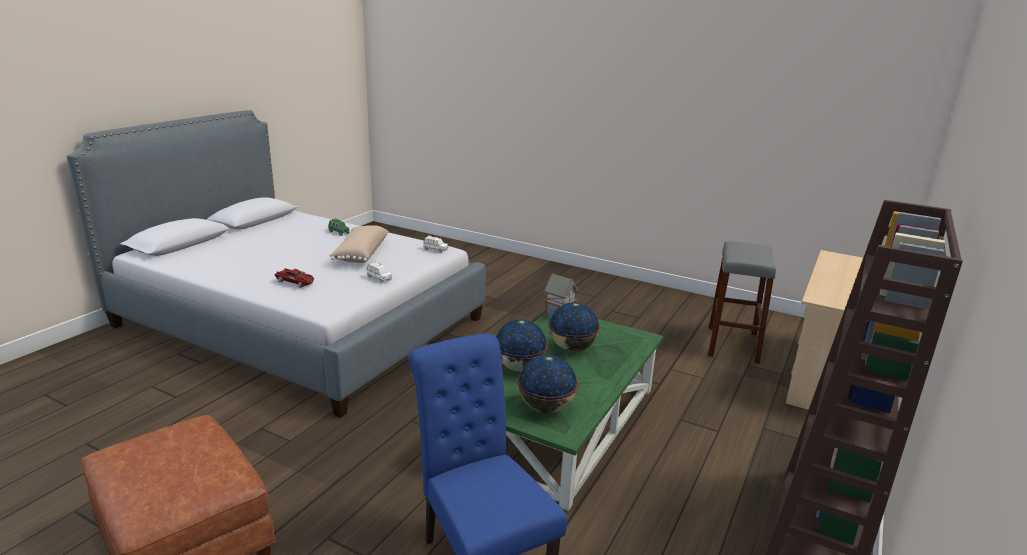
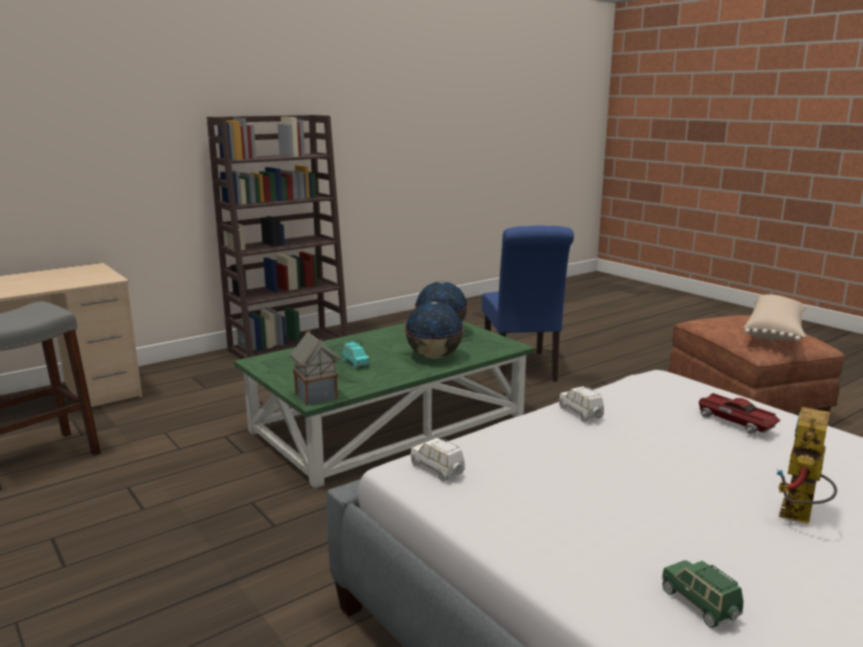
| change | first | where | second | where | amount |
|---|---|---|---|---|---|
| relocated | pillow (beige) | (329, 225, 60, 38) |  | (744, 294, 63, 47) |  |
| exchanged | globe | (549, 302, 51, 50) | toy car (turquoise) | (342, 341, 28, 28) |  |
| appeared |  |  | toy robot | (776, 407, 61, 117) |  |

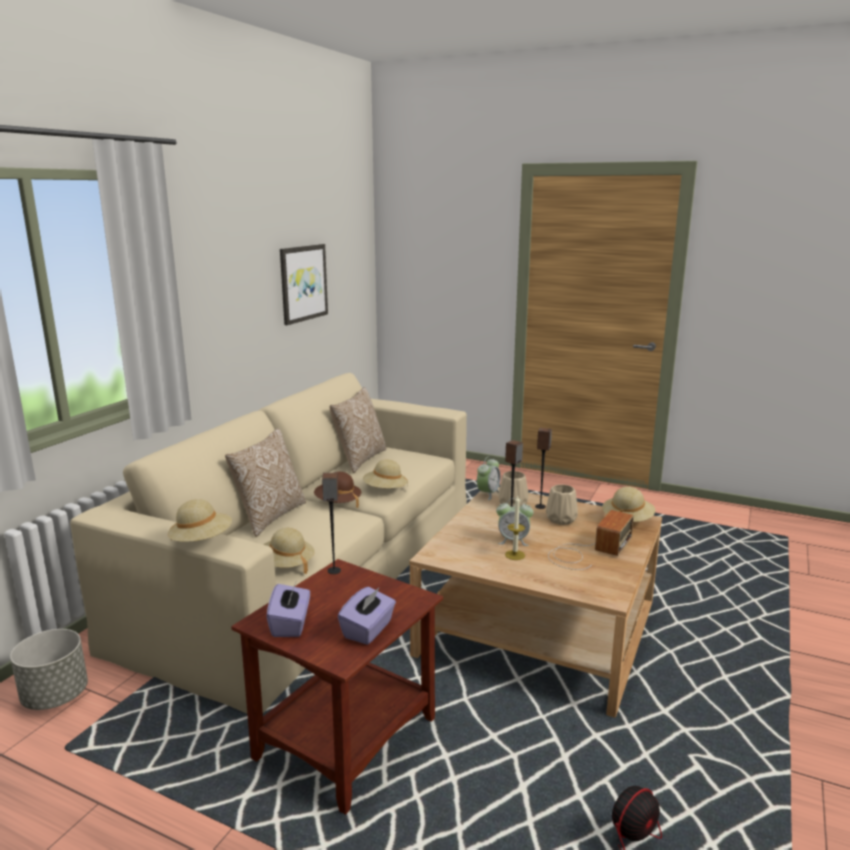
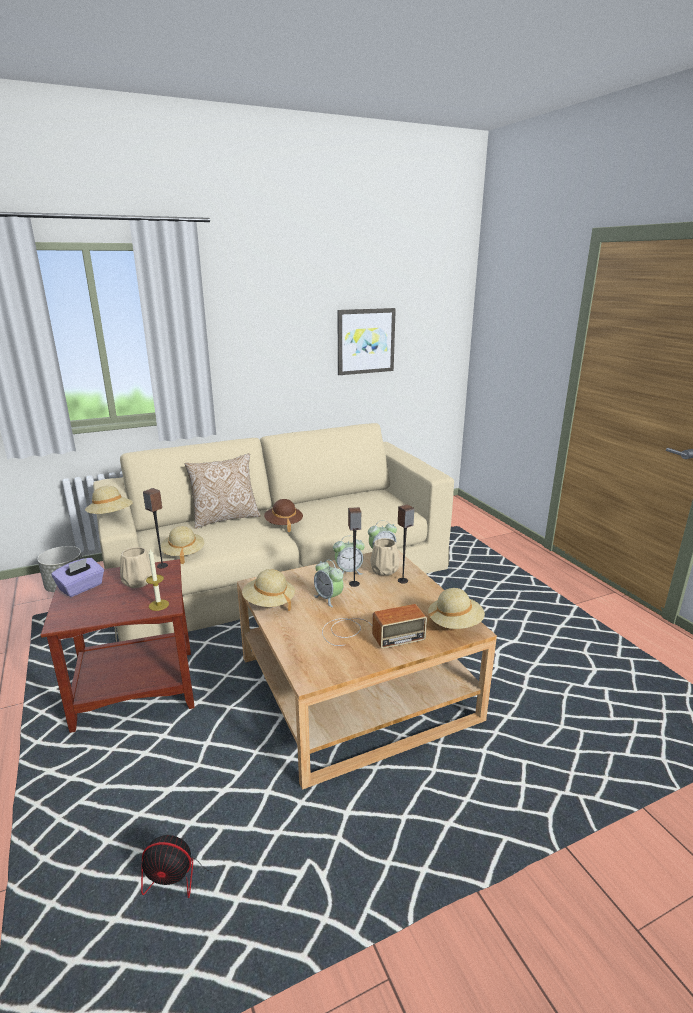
| change | first | where | second | where | amount |
|---|---|---|---|---|---|
| missing | pillow | (329, 387, 57, 86) |  |  |  |
| missing | tissue box (purple) | (338, 587, 58, 58) |  |  |  |
| relocated | hat (beige) | (363, 459, 45, 29) |  | (242, 569, 53, 42) |  |
| relocated | candle | (505, 496, 20, 64) |  | (146, 549, 23, 62) |  |
| relocated | vase (beige) | (546, 484, 32, 41) |  | (120, 547, 32, 41) |  |
| appeared |  |  | alarm clock | (333, 536, 32, 39) |  |

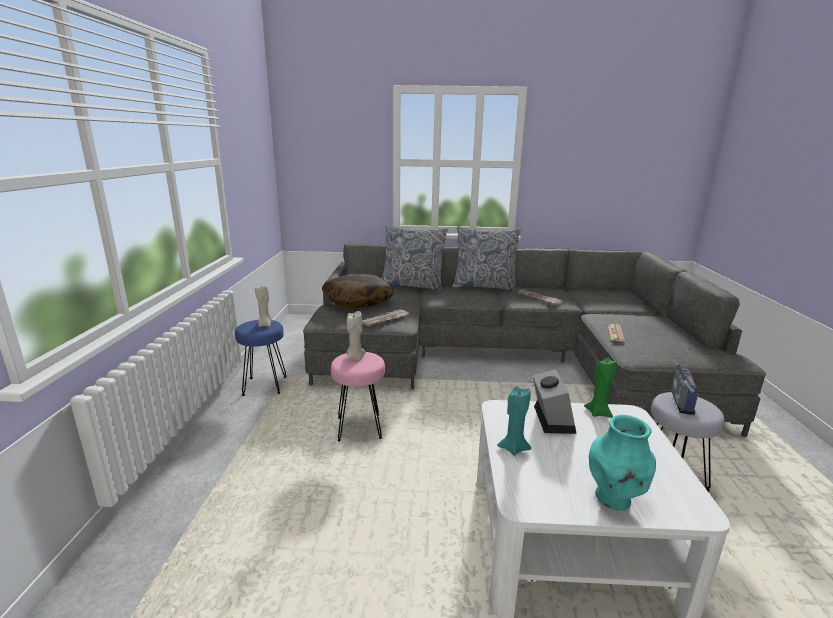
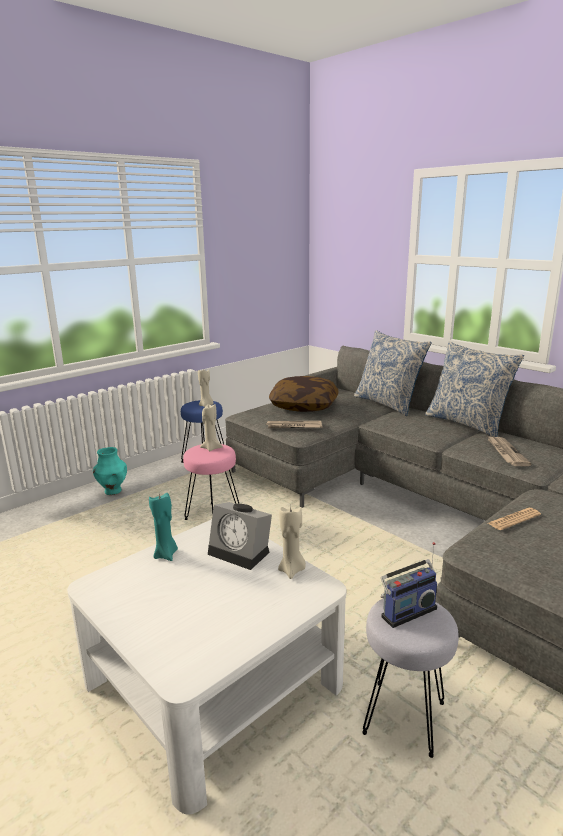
| change | first | where | second | where | amount |
|---|---|---|---|---|---|
| spun | alarm clock | (532, 369, 45, 65) |  | (208, 502, 64, 68) | 75 degrees clockwise |
| colour | candle (green) | (584, 358, 33, 59) | candle (beige) | (278, 506, 28, 73) |  |
| relocated | vase (turquoise) | (589, 415, 67, 96) |  | (93, 447, 34, 48) |  |

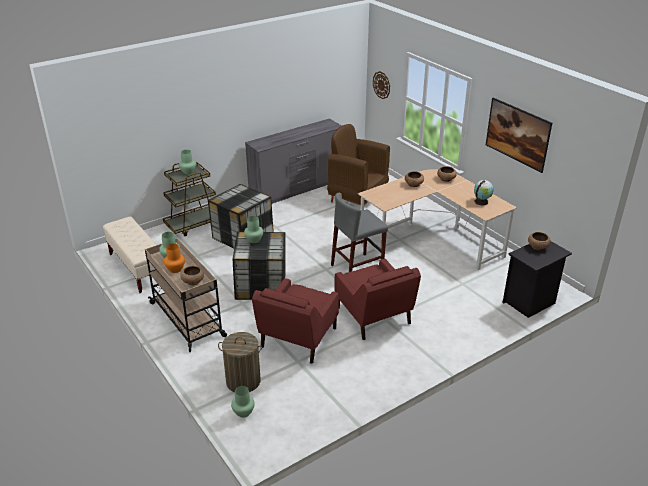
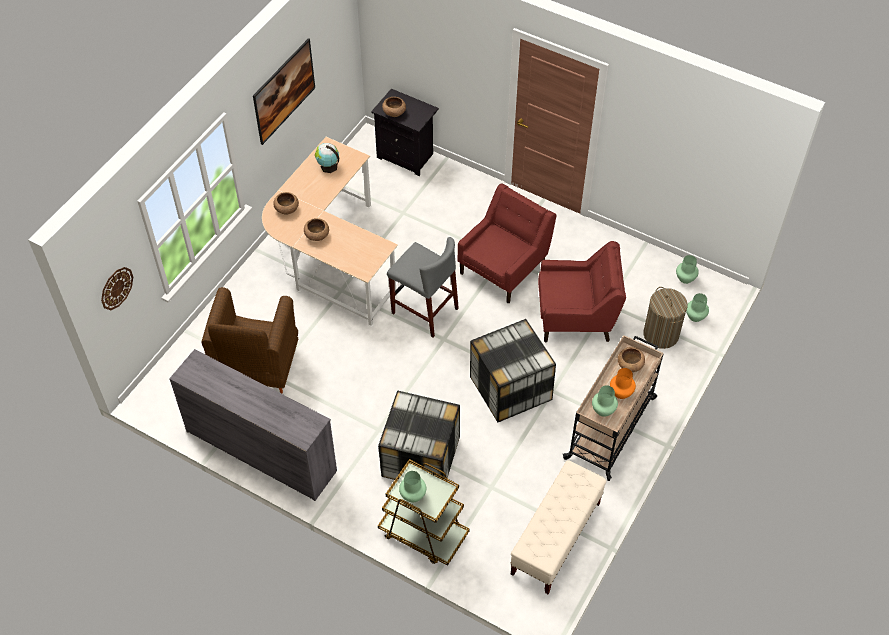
| change | first | where | second | where | amount |
|---|---|---|---|---|---|
| relocated | vase (green) | (244, 216, 19, 27) |  | (676, 255, 23, 29) |  |

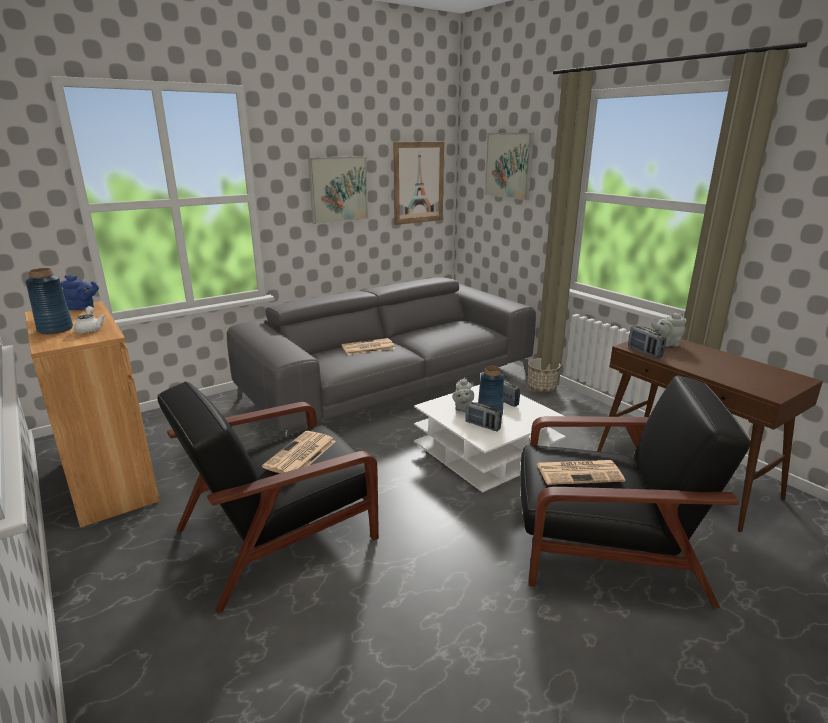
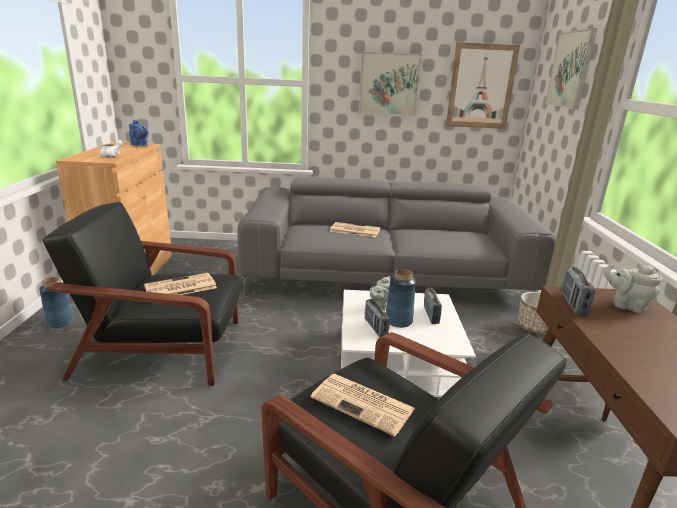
| change | first | where | second | where | amount |
|---|---|---|---|---|---|
| relocated | vase (blue) | (25, 268, 48, 66) |  | (39, 277, 35, 51) |  |

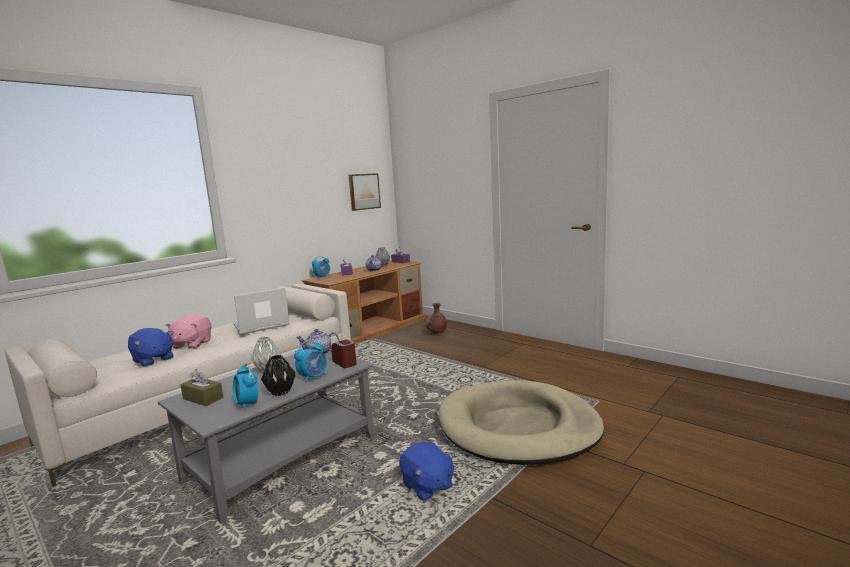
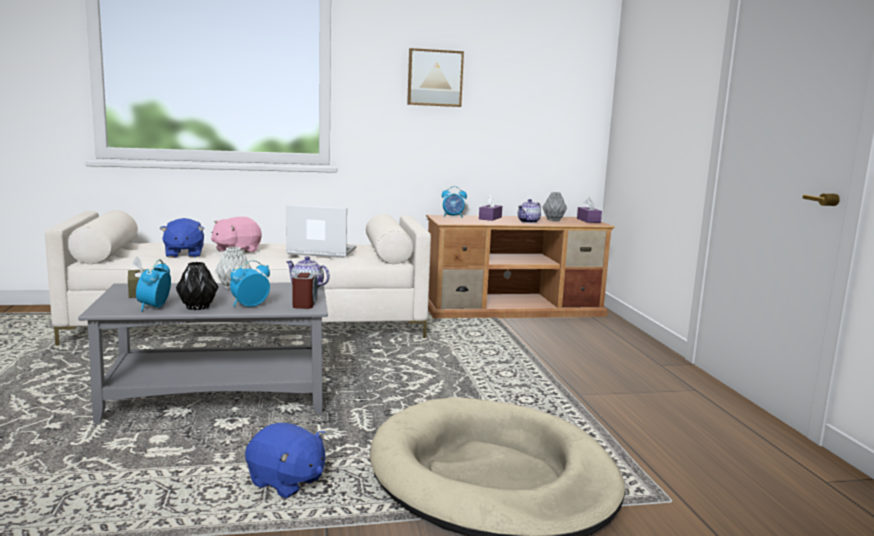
| change | first | where | second | where | amount |
|---|---|---|---|---|---|
| spun | alarm clock | (294, 341, 33, 42) |  | (230, 260, 40, 47) | 150 degrees clockwise |
| relocated | picture | (349, 173, 32, 38) |  | (407, 48, 57, 59) |  |
| spun | plush toy (blue) | (399, 442, 56, 59) |  | (245, 423, 81, 75) | 60 degrees counterclockwise |
| missing | vase (brown) | (426, 303, 21, 31) |  |  |  |

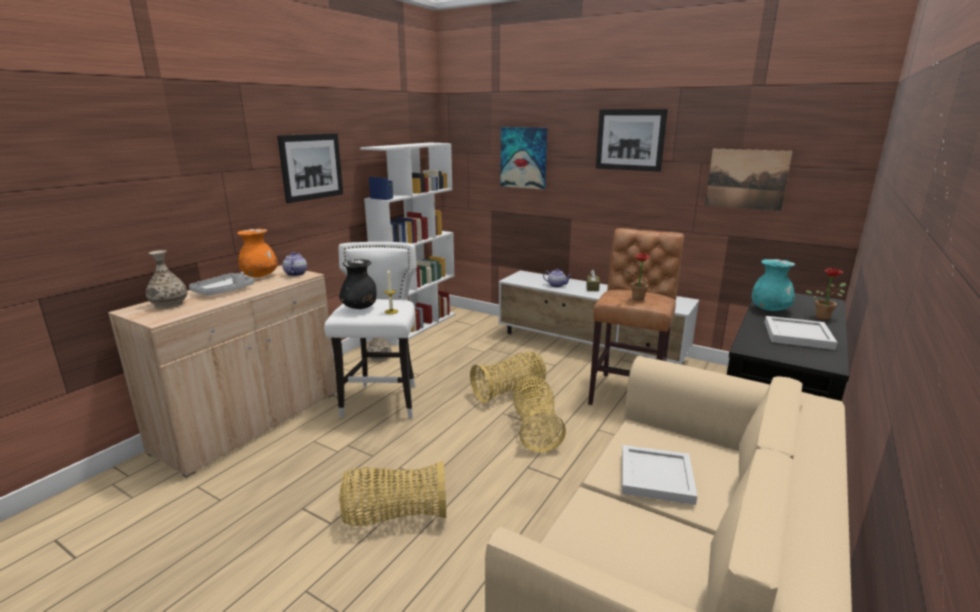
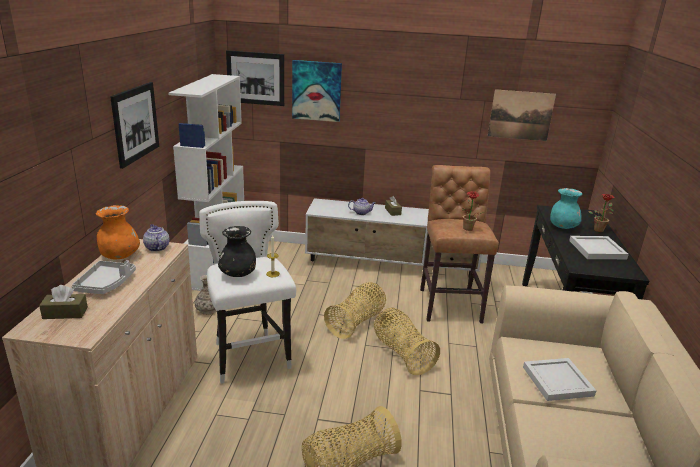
| change | first | where | second | where | amount |
|---|---|---|---|---|---|
| exchanged | vase | (146, 250, 42, 59) | tissue box (brown) | (39, 285, 49, 34) |  |
| relocated | picture | (596, 109, 72, 63) |  | (226, 50, 58, 56) |  |

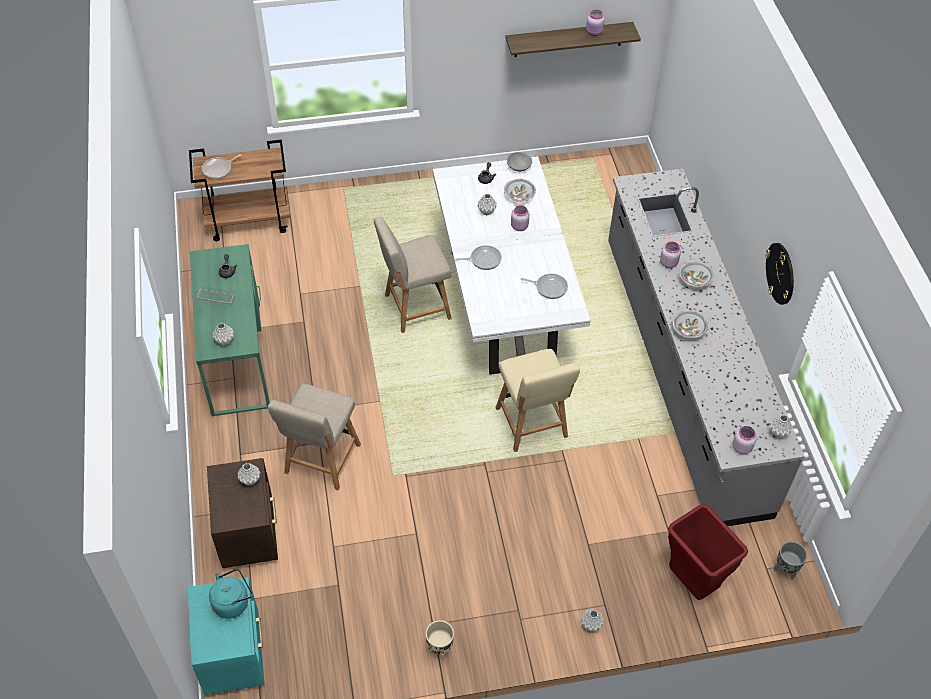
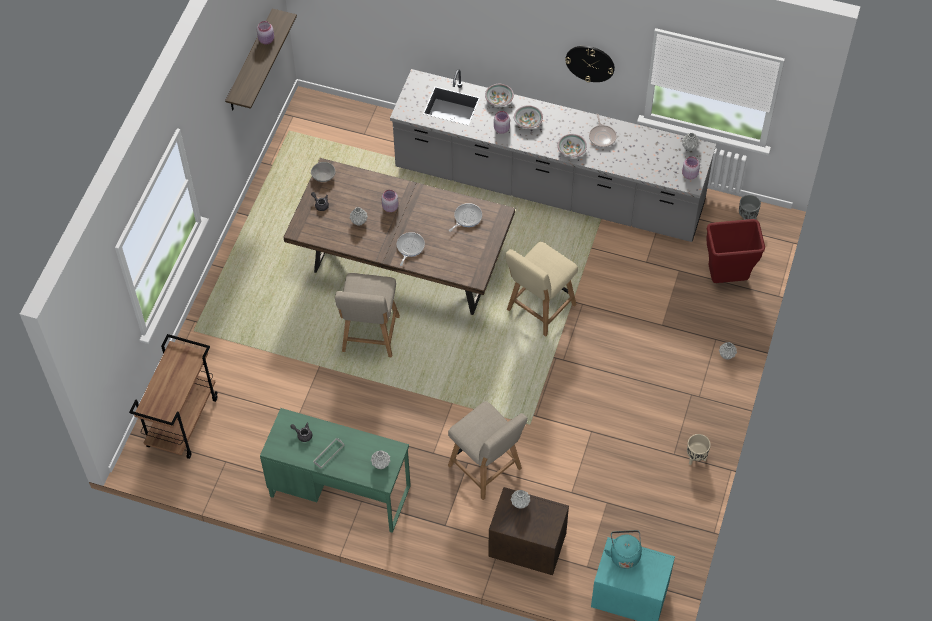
| change | first | where | second | where | amount |
|---|---|---|---|---|---|
| relocated | frying pan | (202, 154, 40, 25) |  | (589, 114, 28, 34) |  |
| colour | dining table (white) | (433, 156, 158, 219) | dining table (brown) | (283, 158, 232, 157) |  |
| spun | chair (beige) | (495, 349, 85, 103) |  | (505, 242, 73, 94) | 120 degrees clockwise |
| relocated | bowl | (504, 179, 32, 23) |  | (485, 84, 29, 22) |  |

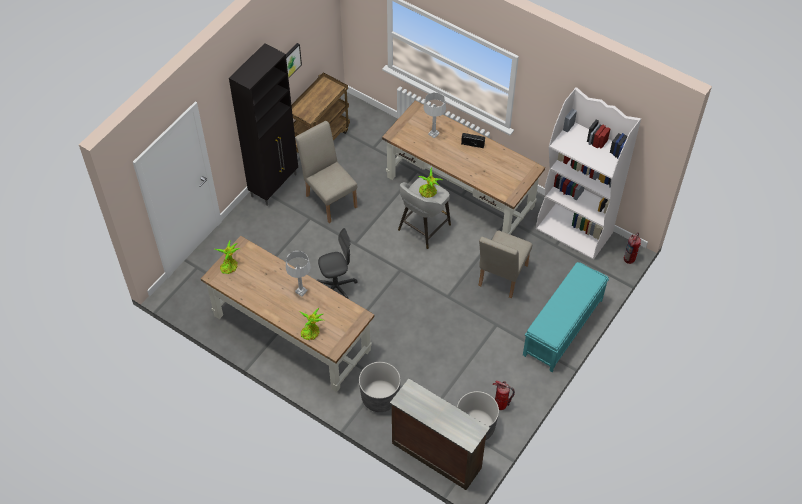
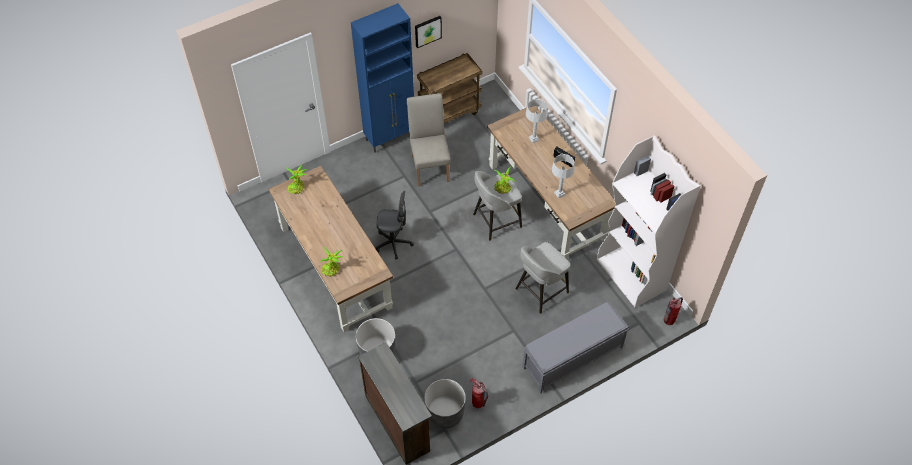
| change | first | where | second | where | amount |
|---|---|---|---|---|---|
| colour | cabinet (black) | (229, 43, 69, 163) | cabinet (blue) | (351, 3, 63, 149) |  |
| relocated | table lamp (grey) | (286, 251, 25, 45) |  | (552, 154, 22, 45) |  |
| exchanged | chair (beige) | (478, 231, 54, 68) | stool (grey) | (515, 242, 55, 72) |  |
| colour | bench (turquoise) | (523, 262, 86, 110) | bench (grey) | (522, 302, 107, 92) |  |

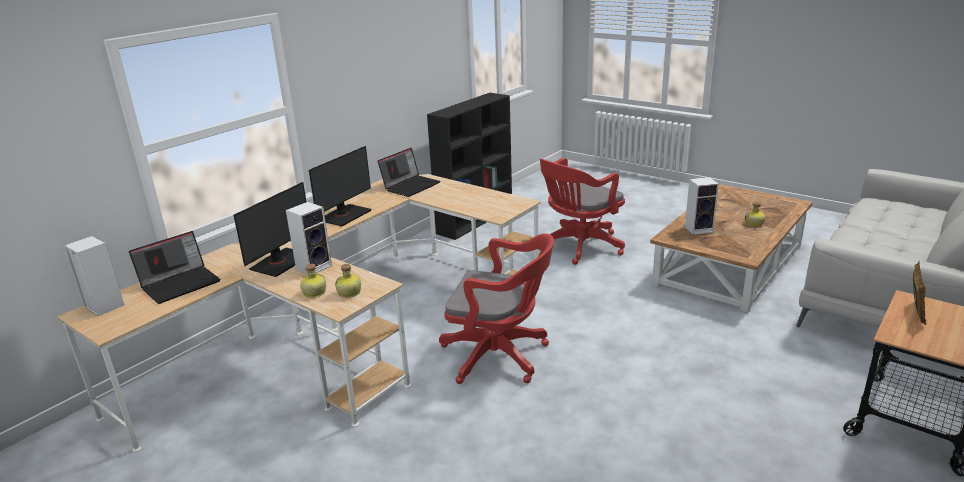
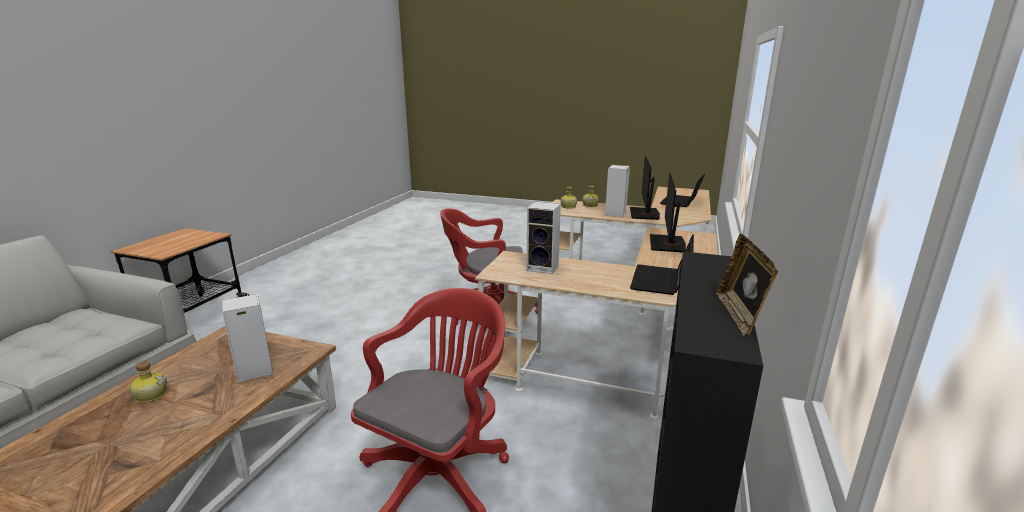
| change | first | where | second | where | amount |
|---|---|---|---|---|---|
| relocated | speaker | (64, 236, 60, 80) |  | (526, 202, 35, 72) |  |
| relocated | picture frame | (913, 261, 13, 64) |  | (716, 234, 62, 102) |  |

